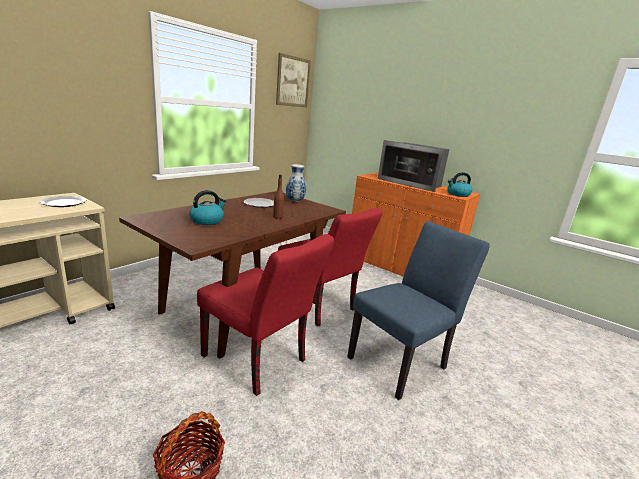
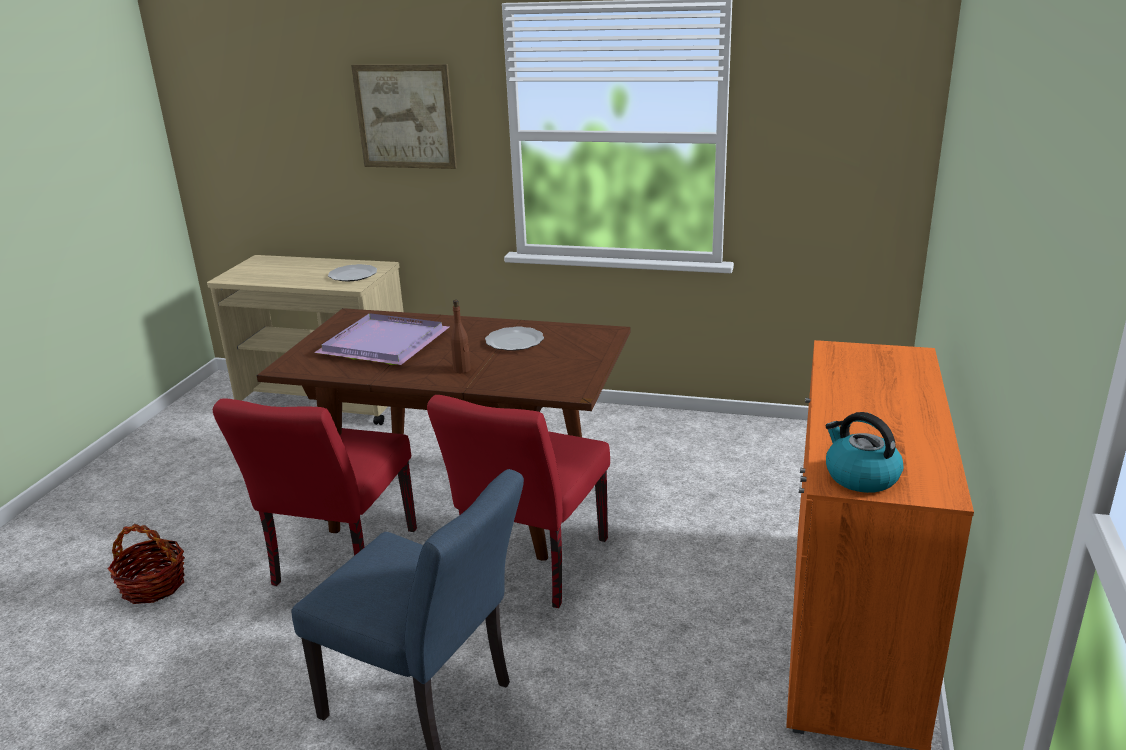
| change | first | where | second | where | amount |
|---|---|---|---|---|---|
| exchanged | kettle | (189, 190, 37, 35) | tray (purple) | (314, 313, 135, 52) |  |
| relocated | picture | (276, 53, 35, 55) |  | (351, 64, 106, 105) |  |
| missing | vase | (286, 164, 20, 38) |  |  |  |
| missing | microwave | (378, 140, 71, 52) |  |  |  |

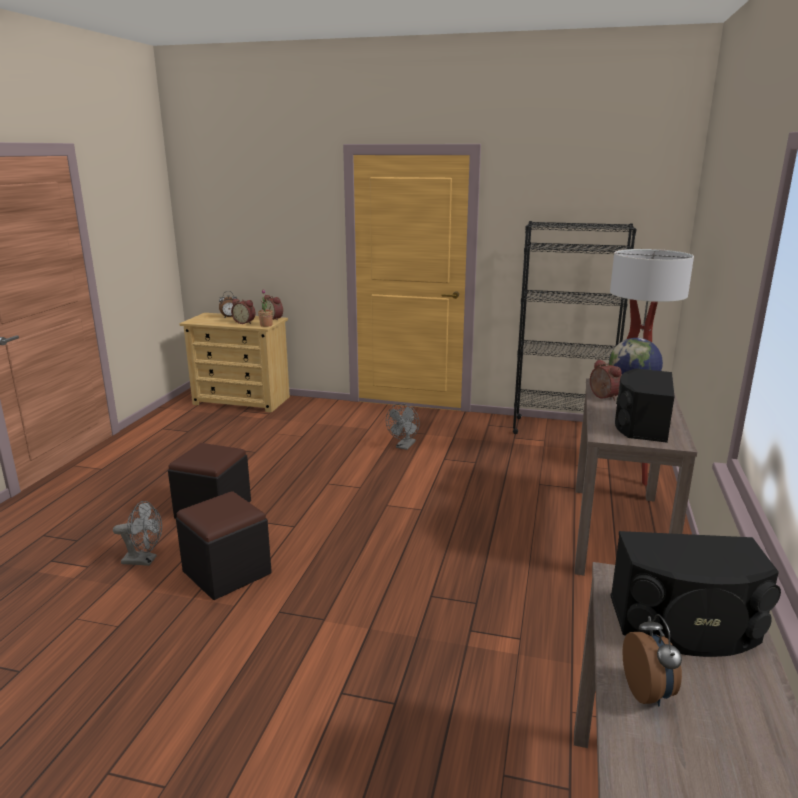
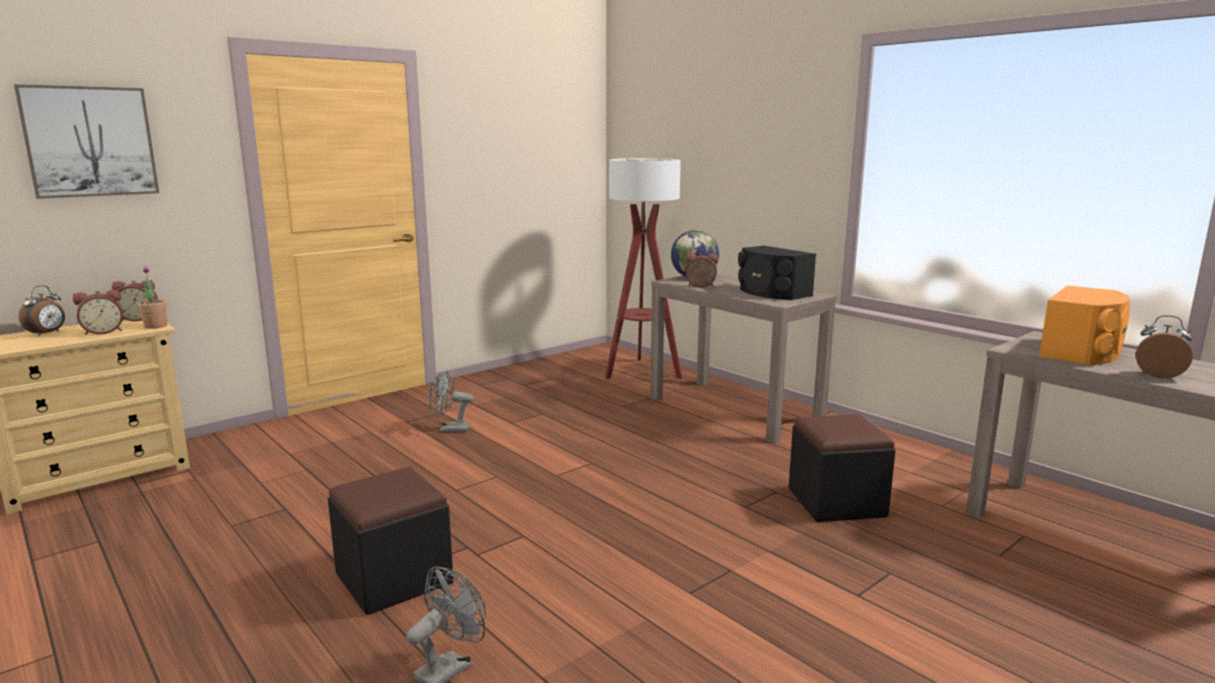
| change | first | where | second | where | amount |
|---|---|---|---|---|---|
| relocated | ottoman (black) | (176, 492, 96, 108) |  | (789, 414, 107, 108) |  |
| spun | fan (grey) | (386, 403, 34, 47) |  | (429, 370, 45, 62) | 120 degrees clockwise |
| missing | bookcase (black) | (513, 221, 123, 213) |  |  |  |
| colour | speaker (black) | (611, 531, 170, 126) | speaker (orange) | (1039, 285, 91, 80) |  |
| appeared |  |  | picture | (14, 84, 145, 115) |  |

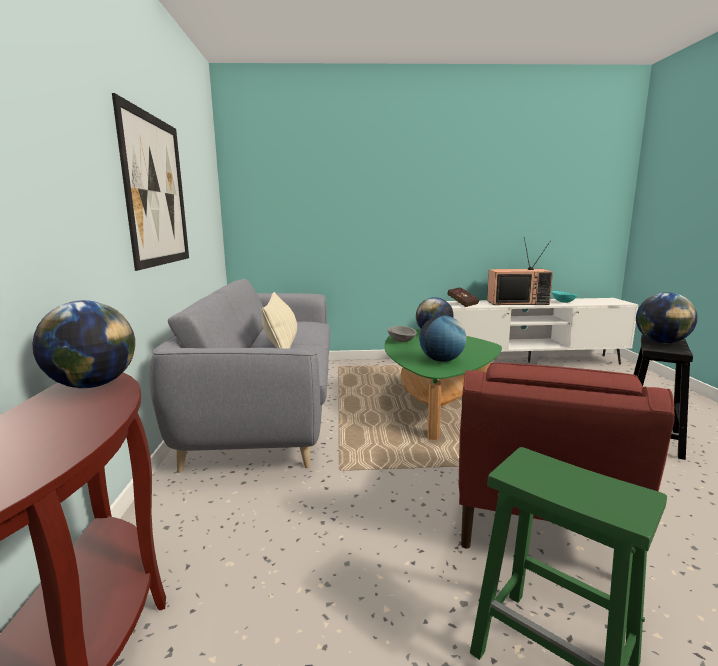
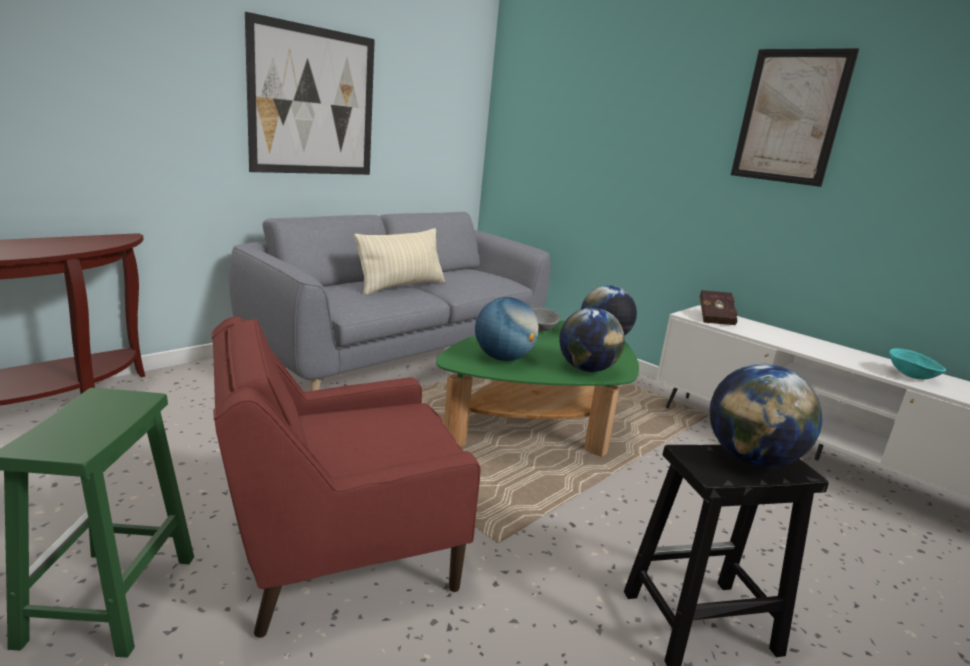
| change | first | where | second | where | amount |
|---|---|---|---|---|---|
| relocated | globe | (32, 300, 103, 88) |  | (559, 308, 66, 64) |  |
| missing | television | (487, 237, 66, 68) |  |  |  |
| appeared |  |  | picture | (731, 48, 128, 139) |  |

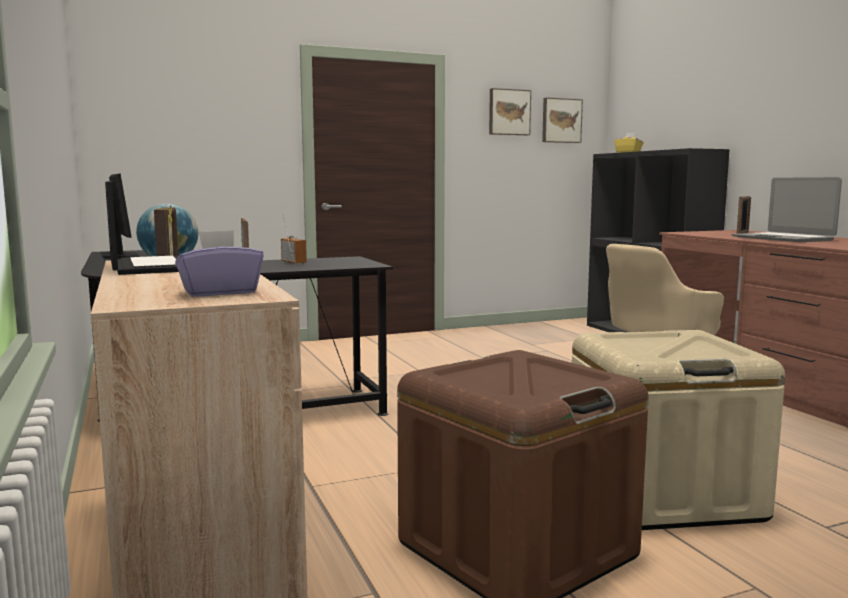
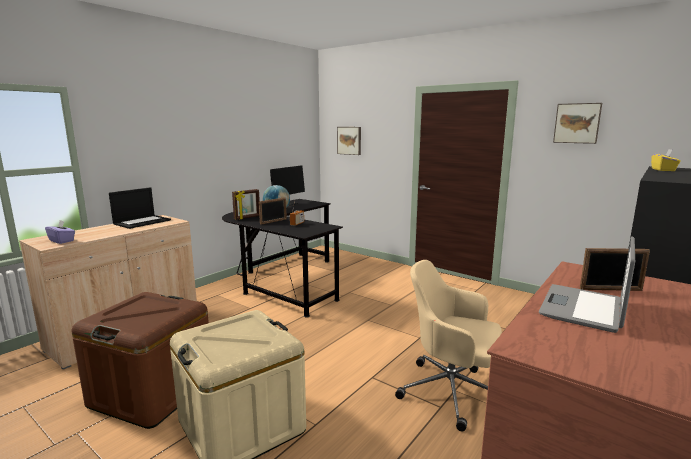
| change | first | where | second | where | amount |
|---|---|---|---|---|---|
| relocated | picture | (542, 98, 41, 45) |  | (337, 127, 24, 28) |  |

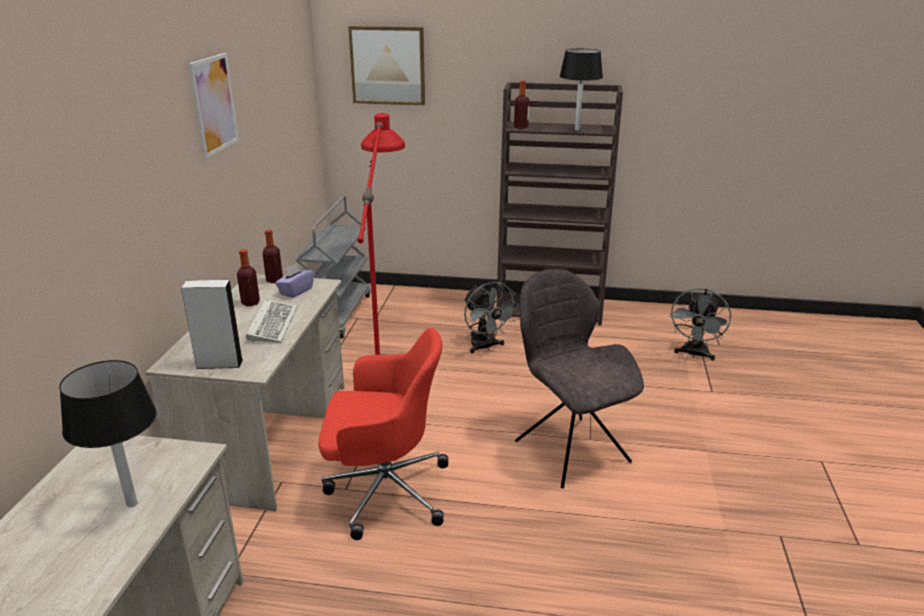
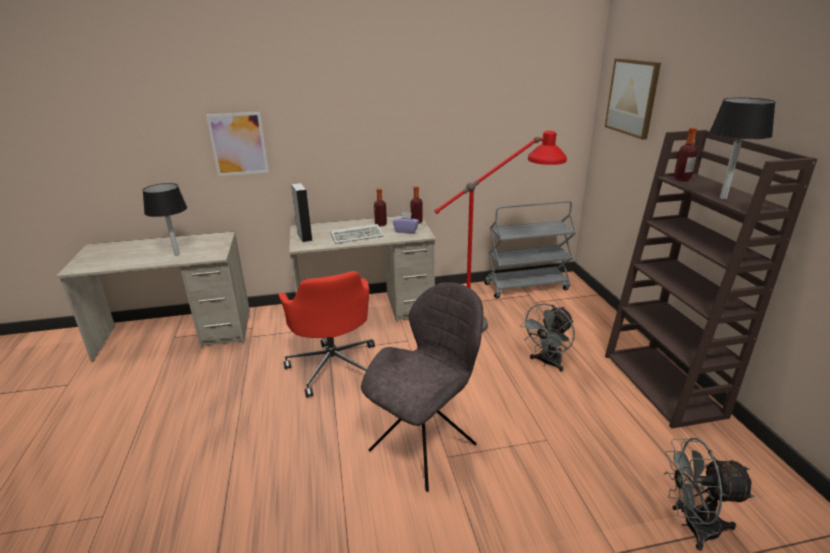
| change | first | where | second | where | amount |
|---|---|---|---|---|---|
| relocated | picture | (189, 53, 50, 106) |  | (206, 112, 63, 64) |  |

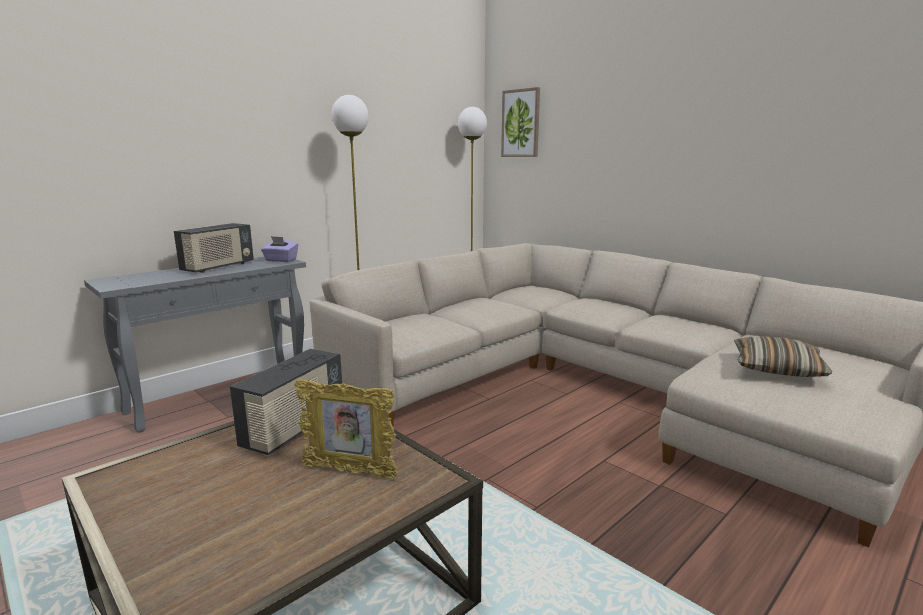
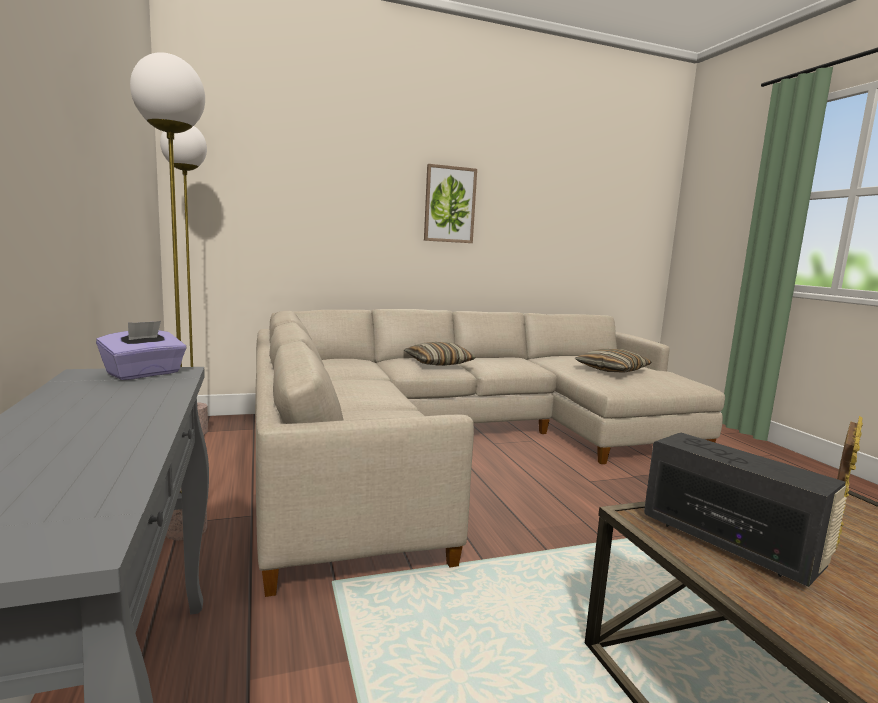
| change | first | where | second | where | amount |
|---|---|---|---|---|---|
| missing | radio | (174, 223, 80, 50) |  |  |  |
| relocated | picture | (501, 87, 39, 70) |  | (424, 164, 53, 79) |  |
| appeared |  |  | pillow | (404, 342, 72, 24) |  |

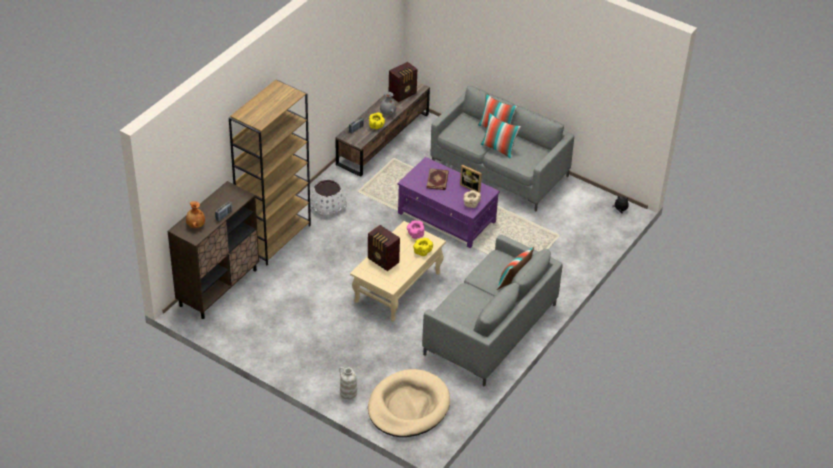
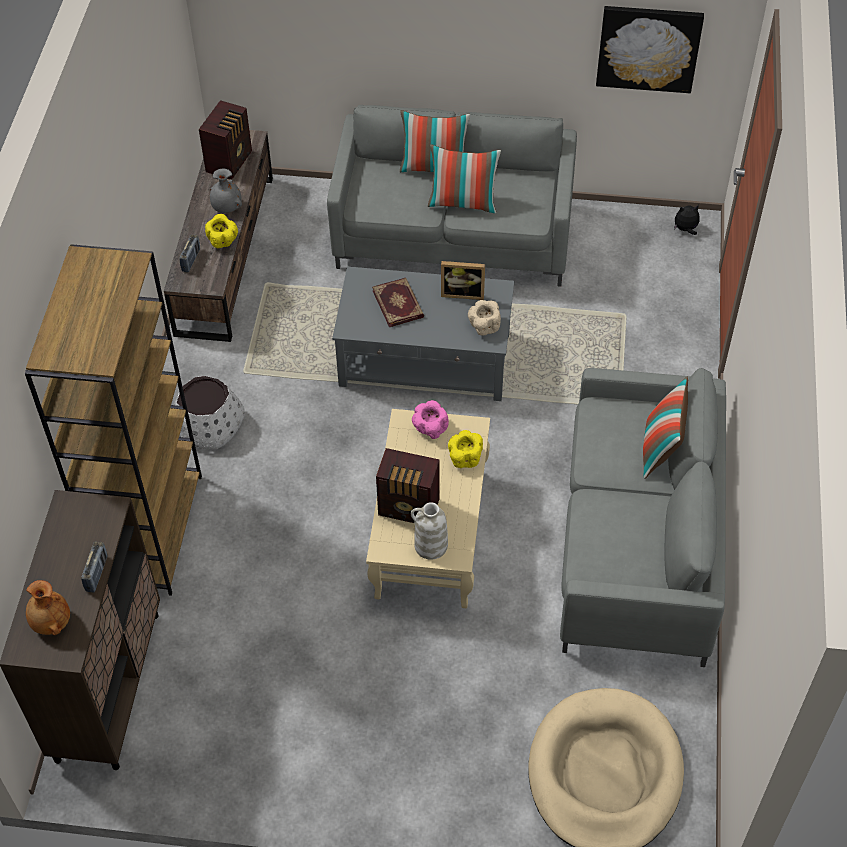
| change | first | where | second | where | amount |
|---|---|---|---|---|---|
| relocated | vase (white) | (339, 367, 18, 33) |  | (411, 502, 37, 58) |  |
| colour | coffee table (purple) | (397, 157, 103, 91) | coffee table (grey) | (332, 266, 182, 135) |  |
| appeared |  |  | picture | (596, 6, 108, 87) |  |

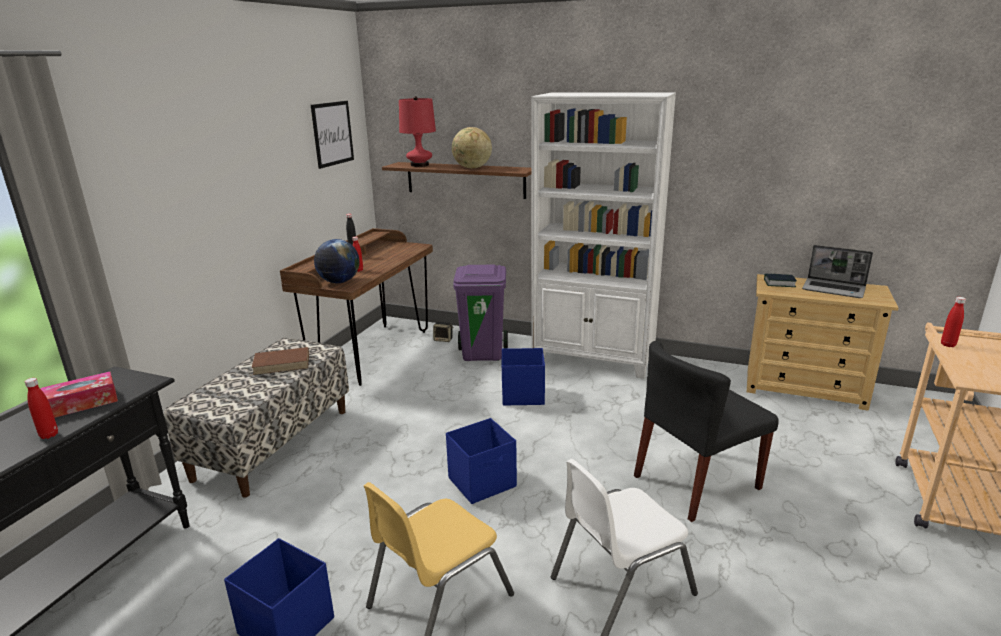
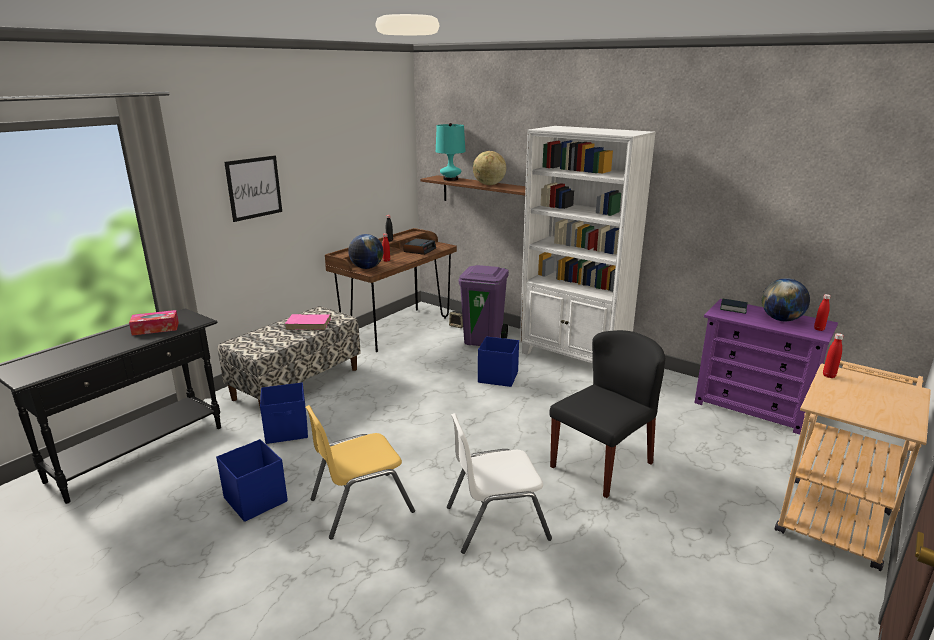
| change | first | where | second | where | amount |
|---|---|---|---|---|---|
| relocated | bottle (red) | (25, 378, 33, 61) |  | (814, 294, 17, 37) |  |
| colour | book (brown) | (251, 347, 58, 28) | book (pink) | (285, 314, 46, 16) |  |
| relocated | picture | (311, 101, 43, 68) |  | (224, 155, 58, 67) |  |
| colour | table lamp (red) | (399, 96, 37, 71) | table lamp (turquoise) | (436, 123, 30, 58) |  |
| relocated | storage box (blue) | (446, 418, 71, 86) |  | (260, 383, 48, 61) |  |
| spun | chair (black) | (634, 340, 145, 182) |  | (550, 330, 115, 168) | 150 degrees clockwise |
| colour | dresser (beige) | (747, 274, 152, 137) | dresser (purple) | (694, 299, 144, 136) |  |
| exchanged | laptop | (802, 245, 71, 53) | globe | (762, 278, 48, 43) |  |
| appeared |  |  | alarm clock | (403, 238, 33, 17) |  |

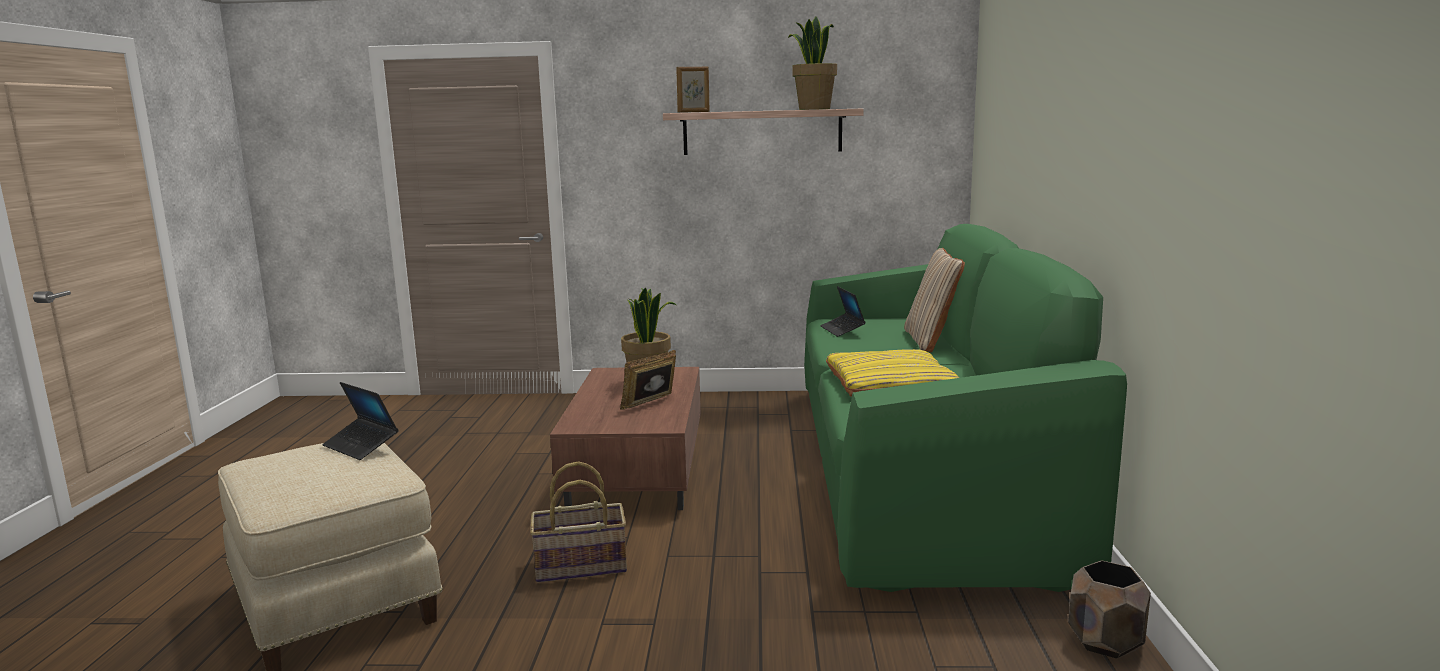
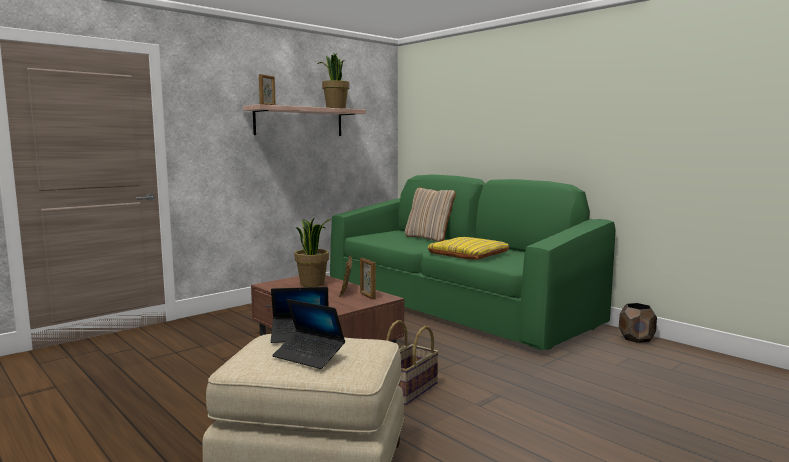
| change | first | where | second | where | amount |
|---|---|---|---|---|---|
| relocated | laptop | (820, 286, 46, 51) |  | (272, 299, 73, 70) |  |
| appeared |  |  | picture frame | (360, 258, 16, 42) |  |

